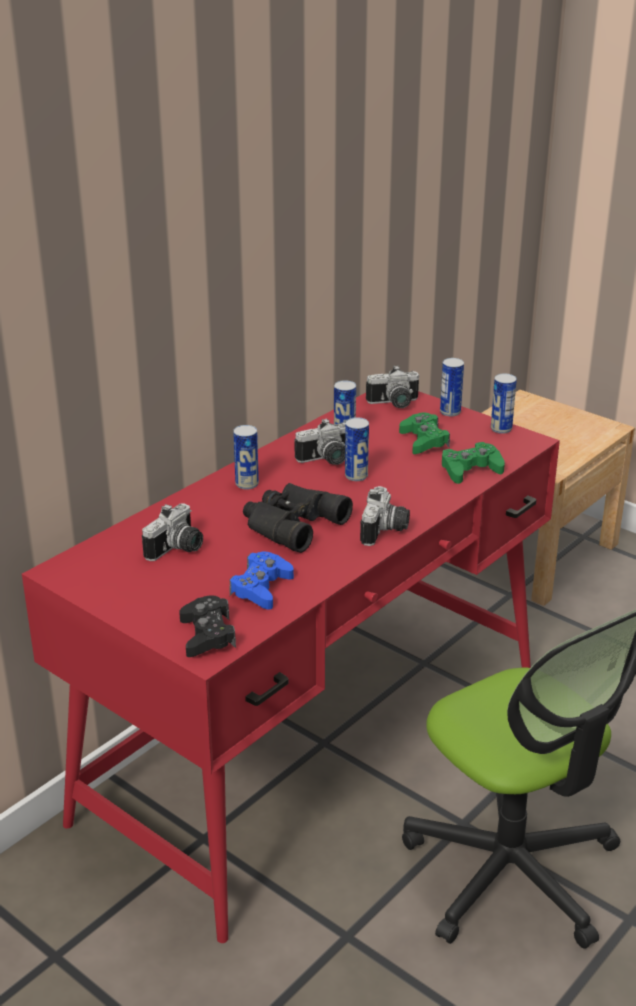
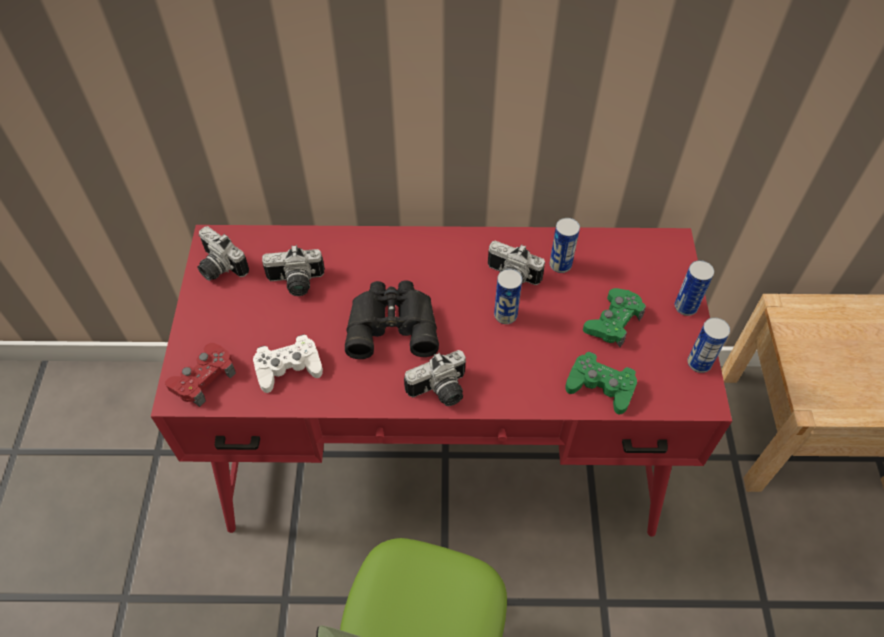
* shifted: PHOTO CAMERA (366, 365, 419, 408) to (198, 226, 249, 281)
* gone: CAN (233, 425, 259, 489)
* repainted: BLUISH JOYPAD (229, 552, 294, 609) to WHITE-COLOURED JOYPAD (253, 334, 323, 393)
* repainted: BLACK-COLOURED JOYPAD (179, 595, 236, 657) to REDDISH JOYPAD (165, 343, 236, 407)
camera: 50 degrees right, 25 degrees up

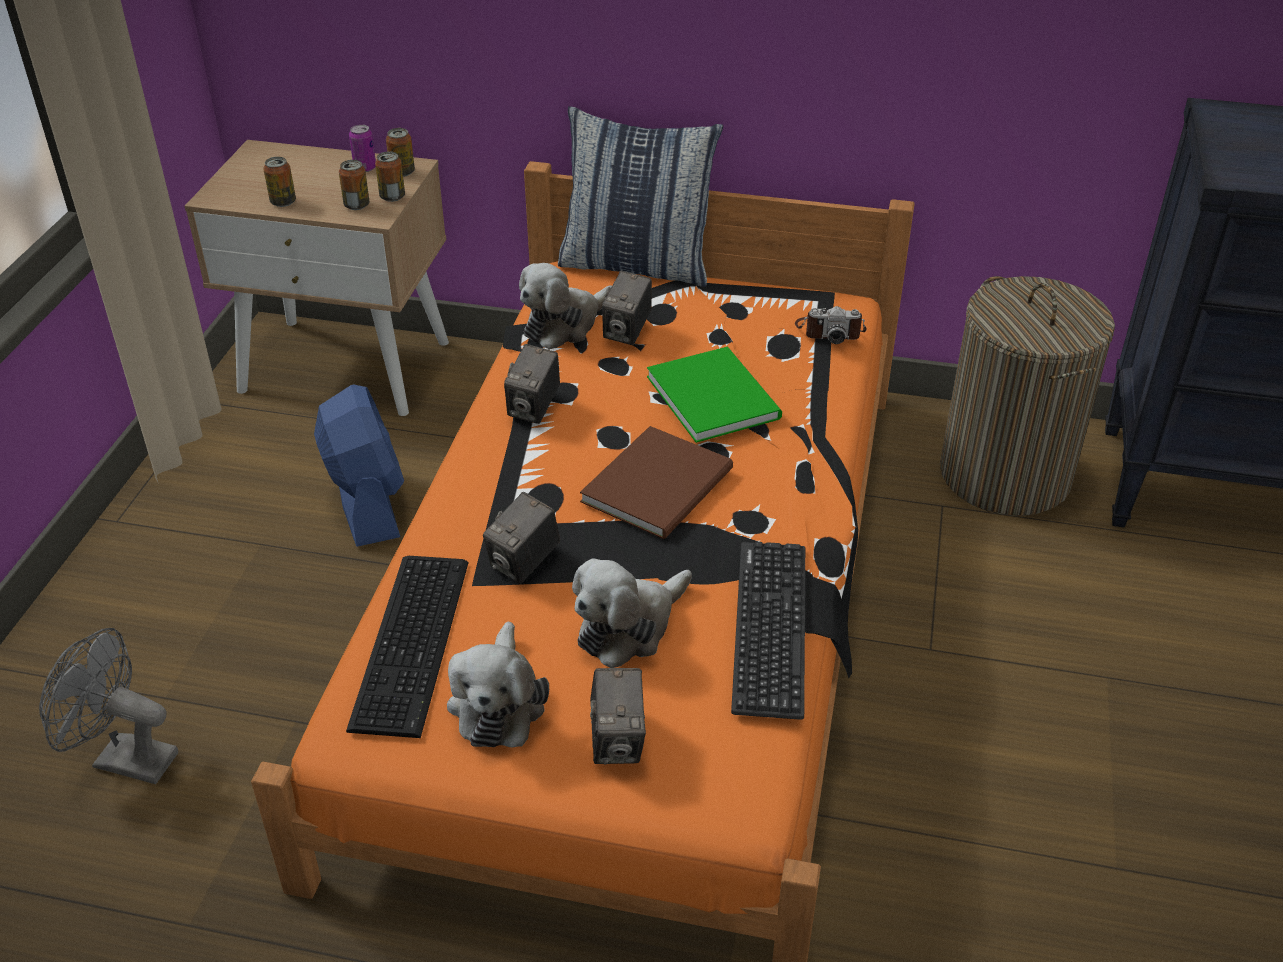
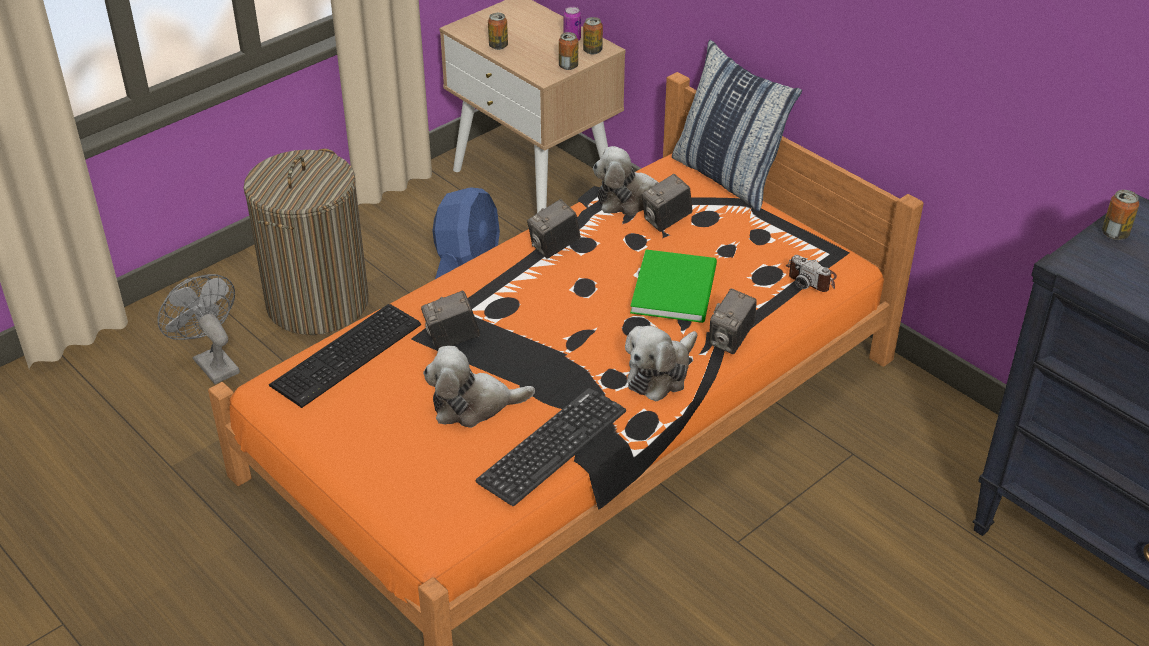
* shifted: CAN (339, 160, 369, 210) to (1102, 190, 1139, 240)
* shifted: HAMPER (940, 276, 1115, 516) to (243, 149, 368, 335)
* gone: BROWN-COLOURED BOOK (580, 426, 733, 539)
* shifted: SOFT TOY (447, 622, 549, 748) to (625, 326, 697, 401)
* shifted: PHOTO CAMERA (590, 668, 646, 765) to (709, 288, 757, 354)
camera: 35 degrees right, 0 degrees up

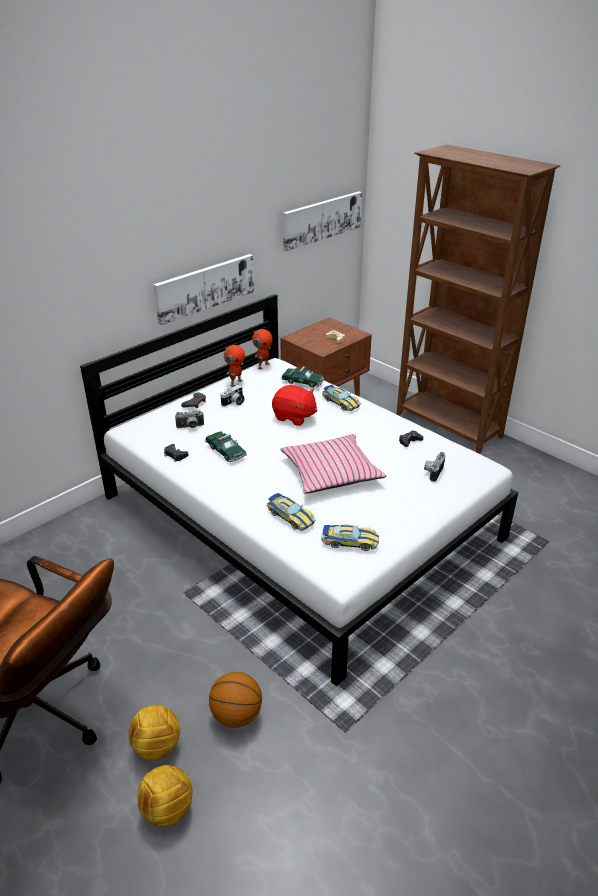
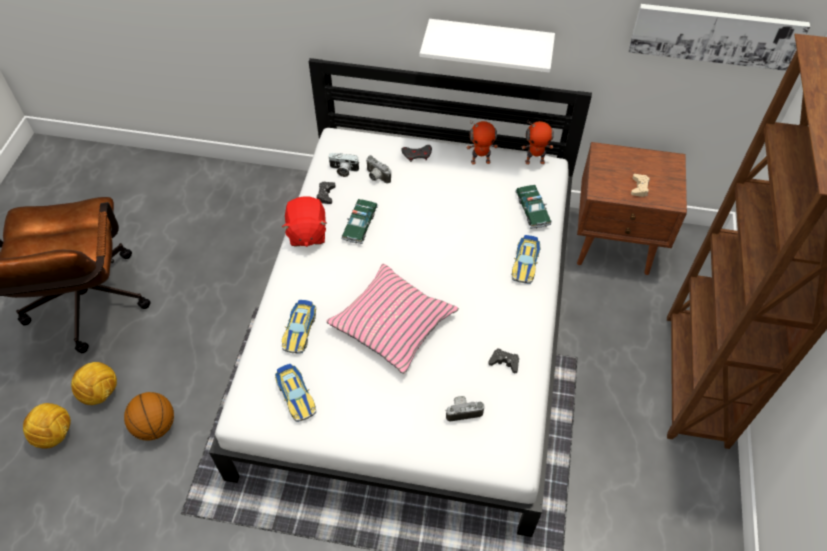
* swapped: WALL PICTURE (153, 254, 254, 325) to WHITE-COLOURED BRACKET SHELF (420, 19, 555, 73)
* shifted: PHOTO CAMERA (221, 385, 245, 406) to (328, 153, 359, 177)
* shifted: REDDISH SOFT TOY (272, 385, 317, 426) to (282, 197, 327, 247)
camera: 55 degrees right, 20 degrees up

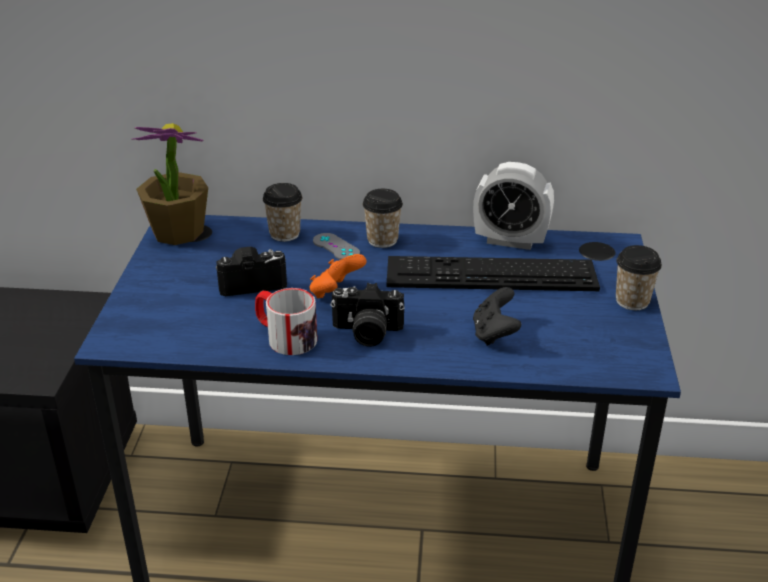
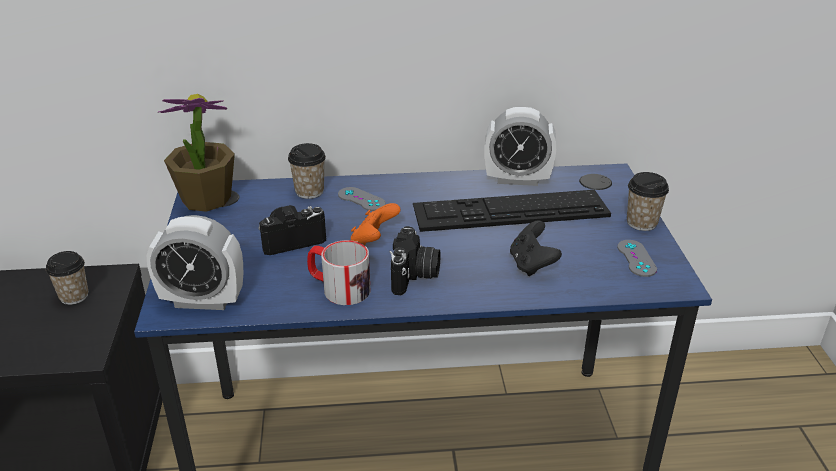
* shifted: SMALL CUP (363, 189, 403, 248) to (46, 251, 88, 305)
* rotated: PHOTO CAMERA (330, 283, 405, 347) = (389, 226, 441, 295) 75 degrees counterclockwise
* new: BEDSIDE CLOCK (146, 215, 243, 310)
* new: GREYISH JOYPAD (617, 240, 657, 277)
camera: 10 degrees left, 0 degrees up

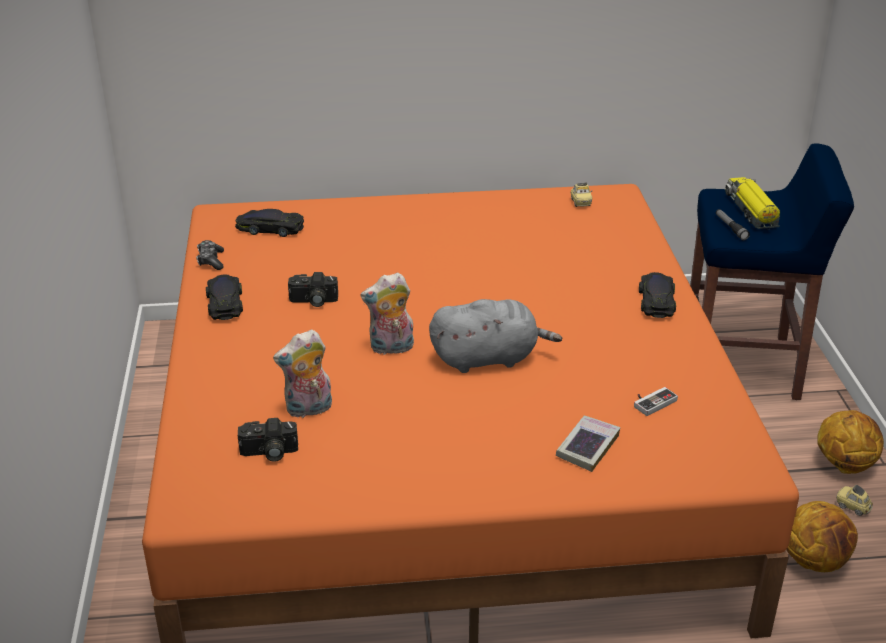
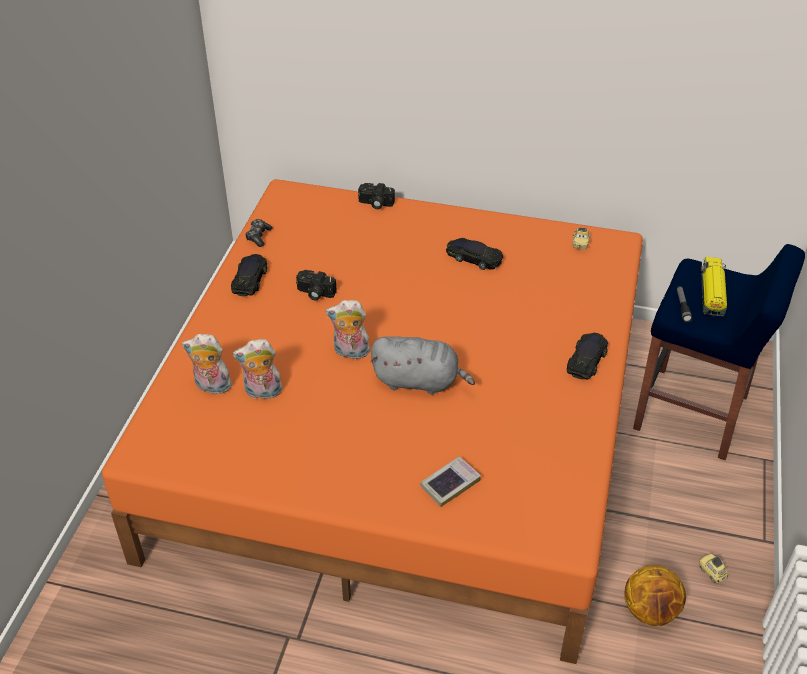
* shifted: BLACK-COLOURED MINIATURE CAR (235, 209, 304, 237) to (446, 238, 503, 270)
* gone: JOYPAD (634, 387, 678, 416)
* gone: BASKETBALL BALL (817, 410, 884, 474)
* shifted: PHOTO CAMERA (237, 418, 298, 462) to (358, 183, 395, 209)
* new: SOFT TOY (182, 334, 232, 394)
camera: 20 degrees right, 10 degrees up

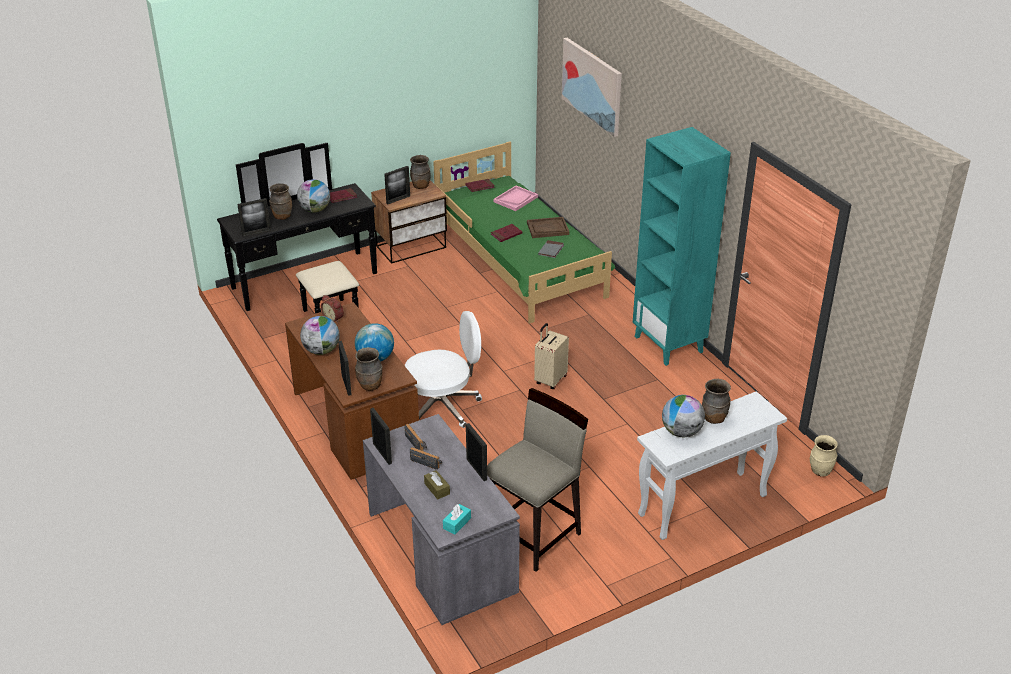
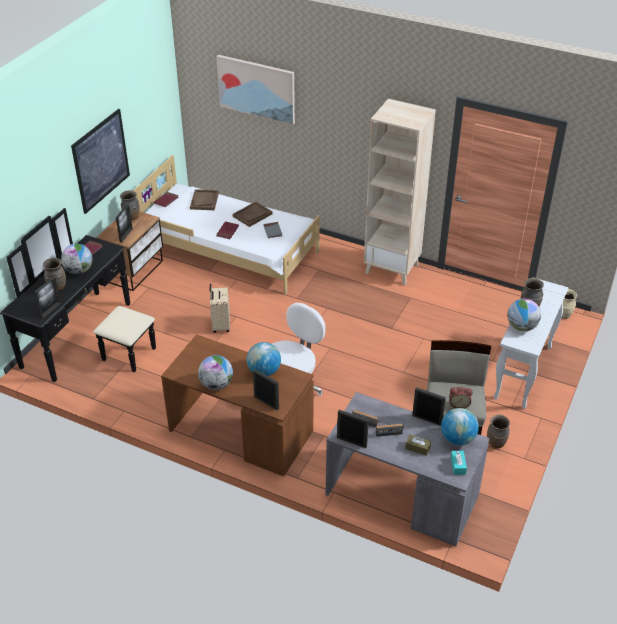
* repainted: TURQUOISE-COLOURED SHELVING UNIT (633, 127, 731, 366) to BEIGE SHELVING UNIT (364, 99, 436, 286)
* repainted: GREEN SLEEPING BED (433, 141, 615, 324) to WHITE-COLOURED SLEEPING BED (132, 155, 320, 295)
* repainted: PINK CARRYING TRAY (493, 185, 538, 211) to BROWN-COLOURED CARRYING TRAY (190, 189, 219, 210)
* shifted: BEDSIDE CLOCK (321, 295, 344, 323) to (450, 387, 473, 409)
* shifted: BEIGE PIECE OF LUGGAGE (534, 323, 569, 389) to (210, 284, 230, 333)
* shifted: BROWN-COLOURED DECORATIVE VASE (355, 347, 382, 391) to (487, 414, 510, 448)
* new: WALL PICTURE (71, 109, 130, 214)
* new: WORLD GLOBE (441, 408, 479, 445)
camera: 35 degrees left, 5 degrees up

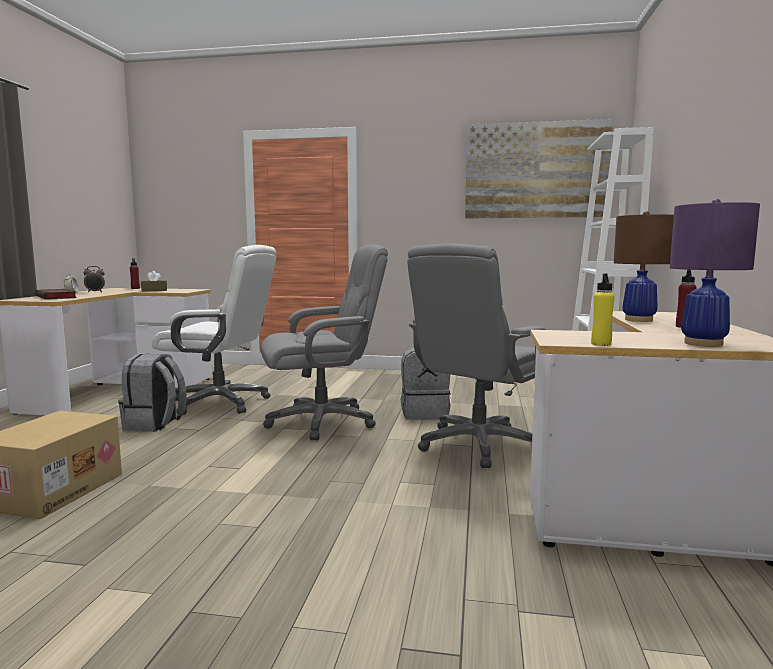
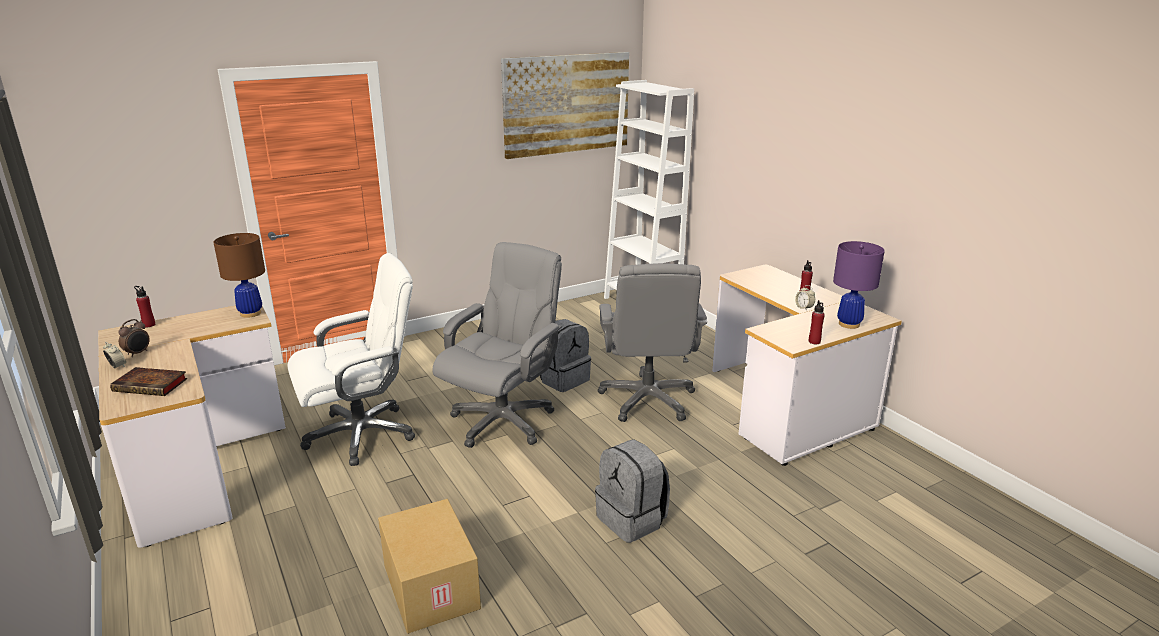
* shifted: BROWN-COLOURED LAMP FOR A TABLE (614, 211, 674, 322) to (213, 233, 265, 318)
* gone: BROWN-COLOURED TISSUE BOX (141, 271, 167, 291)
* repainted: YELLOW BEVERAGE BOTTLE (591, 273, 615, 346) to REDDISH BEVERAGE BOTTLE (809, 300, 825, 344)
* shifted: GREYISH BACKPACK (118, 354, 187, 432) to (595, 439, 670, 543)
* new: BEDSIDE CLOCK (795, 285, 815, 311)
camera: 40 degrees left, 15 degrees up

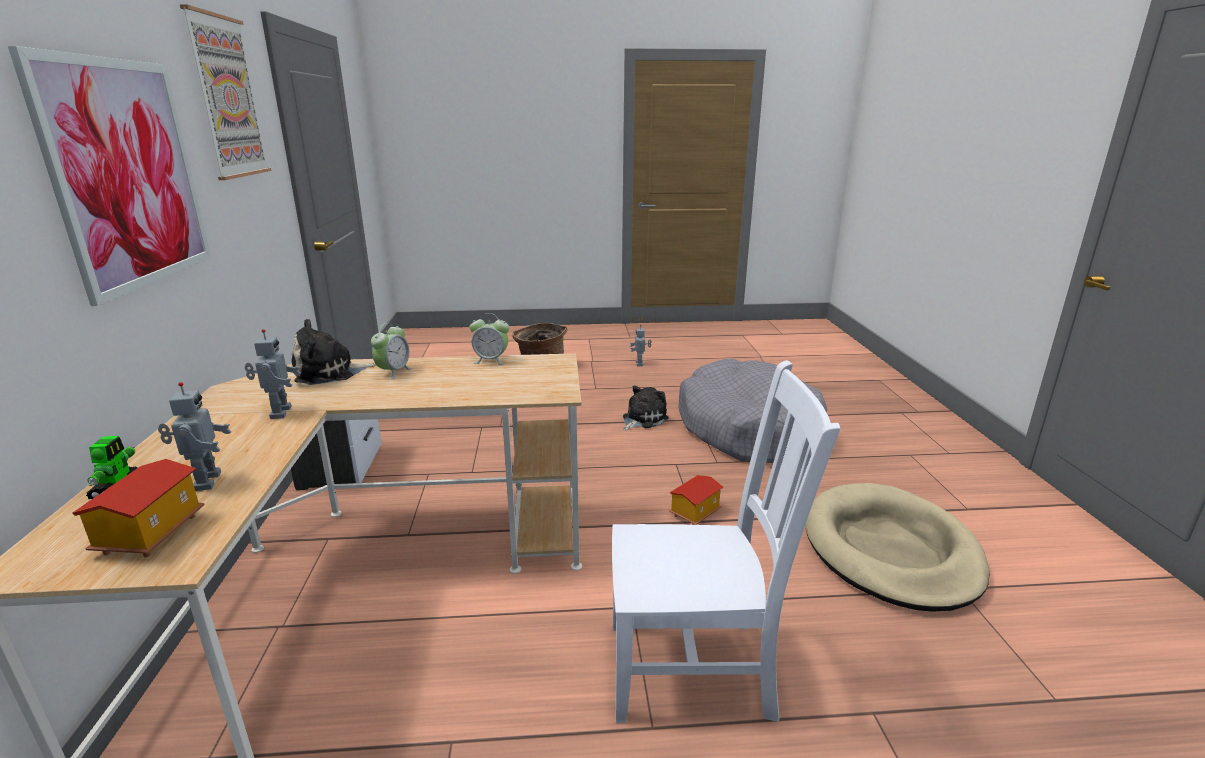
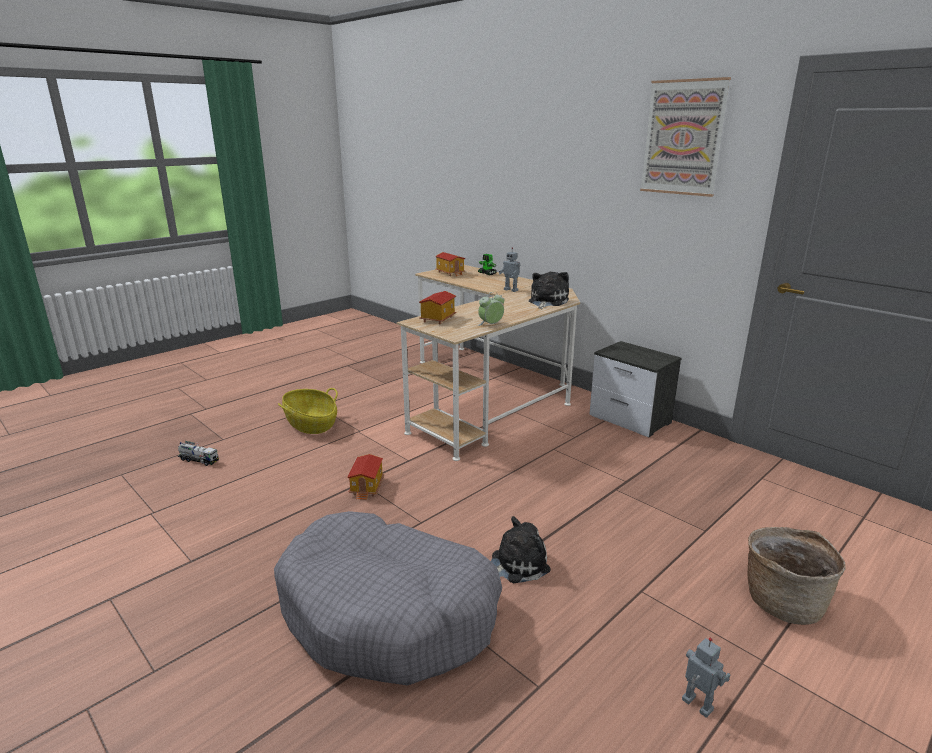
* gone: WALL PICTURE (8, 46, 211, 306)
* gone: BEDSIDE CLOCK (371, 323, 412, 380)
* swapped: WHITE-COLOURED CHAIR (612, 360, 840, 723) to STORAGE BASKET (278, 388, 338, 434)
* gone: ROBOT FIGURE (158, 382, 232, 491)
* rotated: SOFT TOY (623, 386, 669, 430) = (491, 516, 551, 583) 120 degrees counterclockwise
* gone: BEIGE PET BED (805, 483, 990, 612)
* new: TOY HOUSE (419, 291, 456, 324)
* new: TOY TRUCK (178, 441, 219, 466)
camera: 140 degrees right, 0 degrees up

